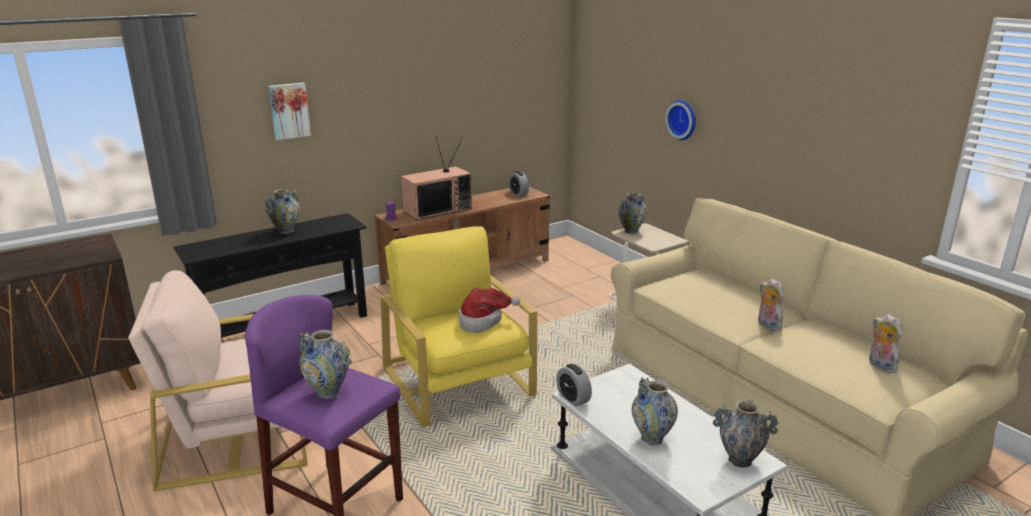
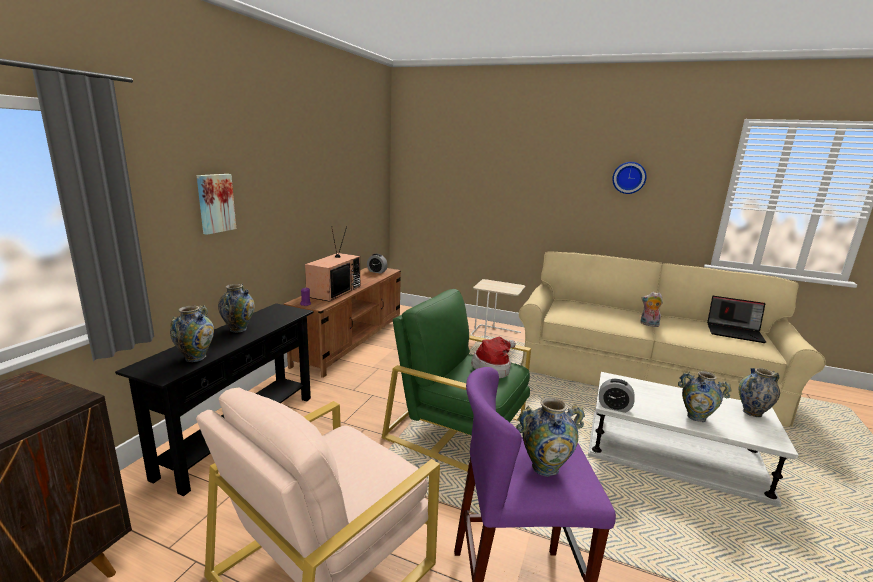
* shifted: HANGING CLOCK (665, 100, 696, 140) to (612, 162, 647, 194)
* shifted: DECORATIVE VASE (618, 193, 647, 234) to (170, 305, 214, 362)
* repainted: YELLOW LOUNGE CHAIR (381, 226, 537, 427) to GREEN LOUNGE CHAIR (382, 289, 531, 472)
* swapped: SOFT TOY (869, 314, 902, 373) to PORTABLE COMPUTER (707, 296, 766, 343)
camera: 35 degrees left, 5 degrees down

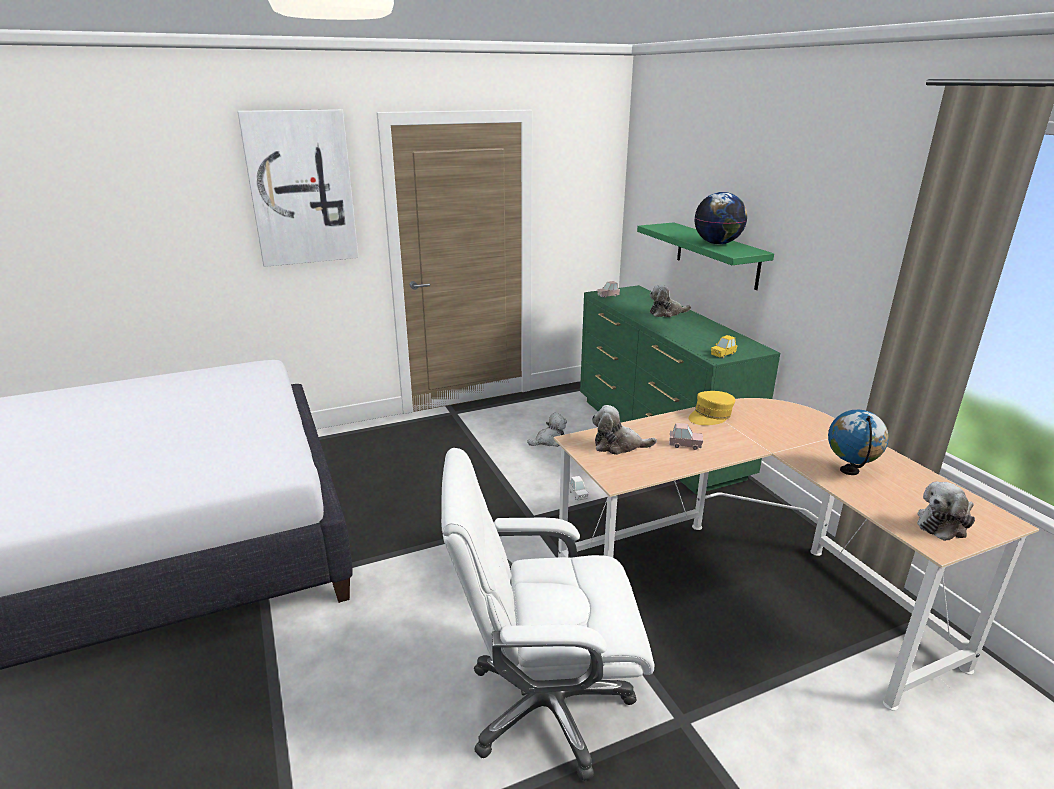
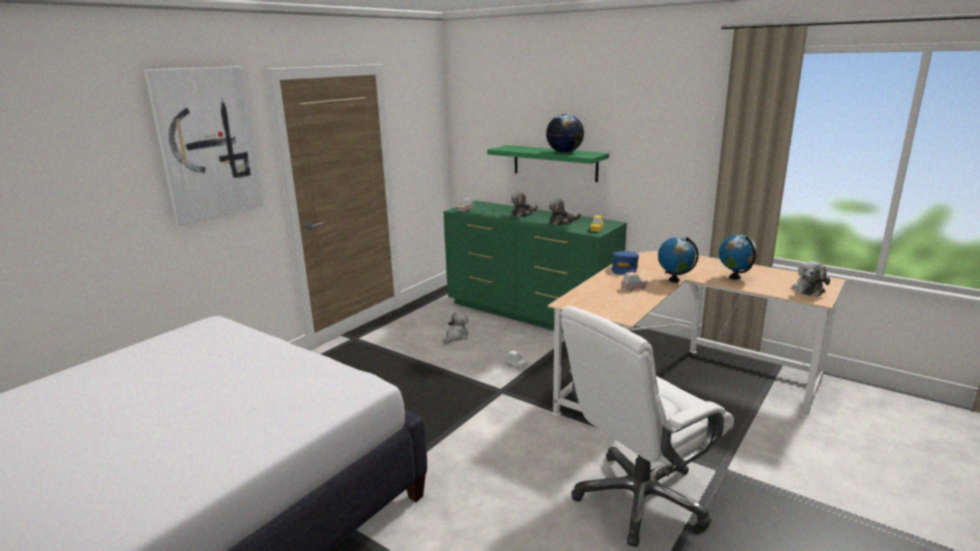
* repainted: YELLOW PEAKED CAP (689, 391, 735, 425) to BLUISH PEAKED CAP (612, 251, 639, 275)
* shifted: SOFT TOY (592, 405, 657, 455) to (548, 198, 581, 225)
* new: WORLD GLOBE (658, 237, 699, 283)
camera: 30 degrees left, 5 degrees down

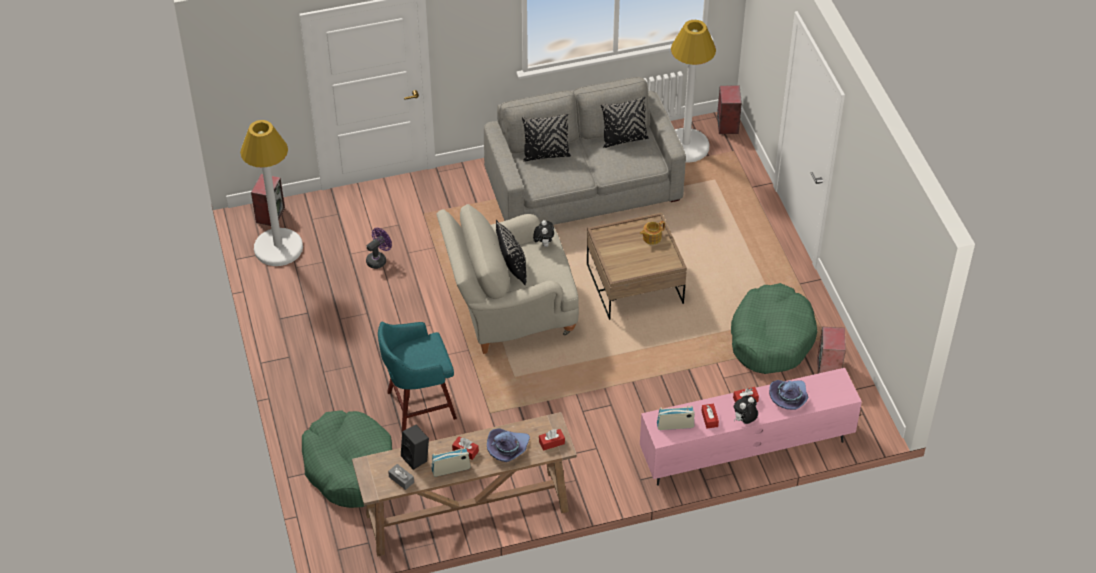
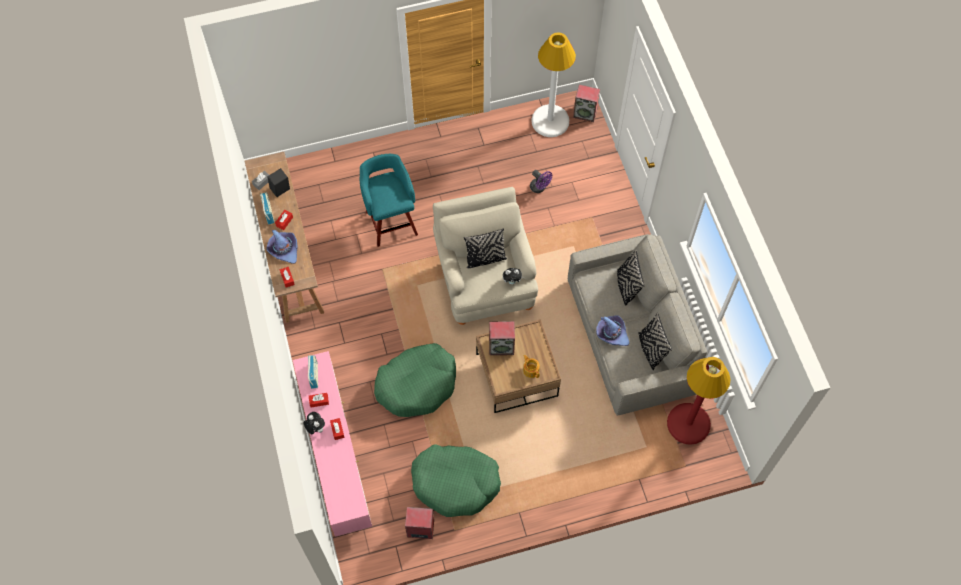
* repainted: WHITE-COLOURED STANDING LAMP (671, 20, 716, 163) to REDDISH STANDING LAMP (667, 357, 731, 445)
* shifted: AUDIO SPEAKER (717, 85, 742, 134) to (489, 321, 515, 355)
* shifted: PURPLE HAT (769, 380, 809, 410) to (596, 315, 630, 346)
* shifted: GREEN PET BED (302, 410, 392, 508) to (374, 343, 456, 417)
camera: 90 degrees right, 15 degrees up

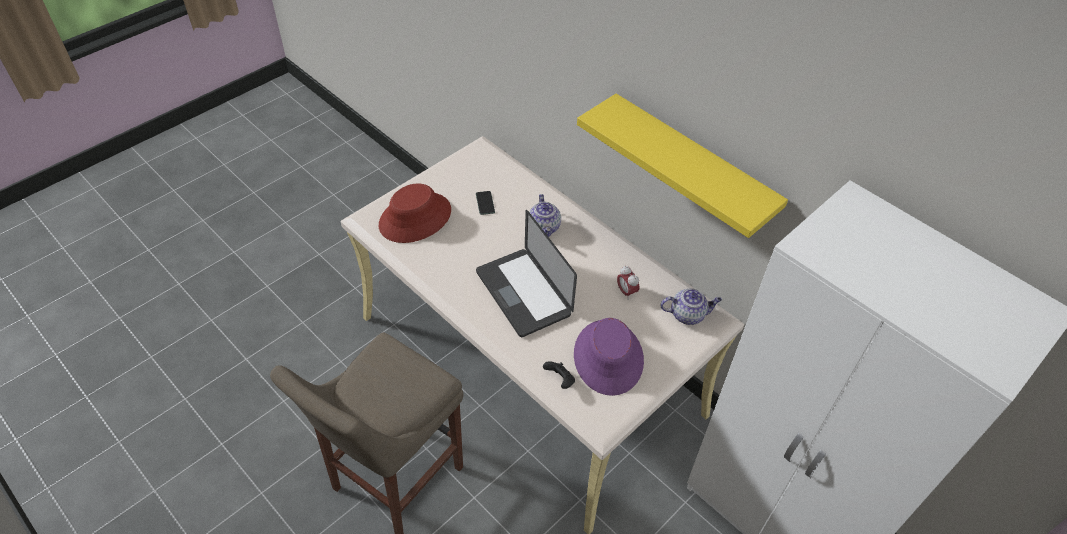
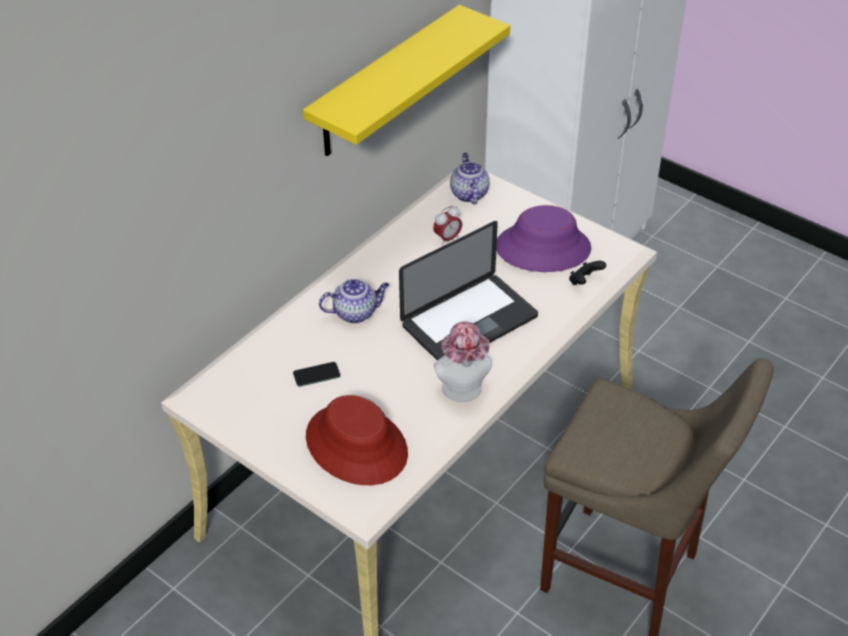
* new: HAT (434, 321, 492, 402)
camera: 95 degrees left, 5 degrees down

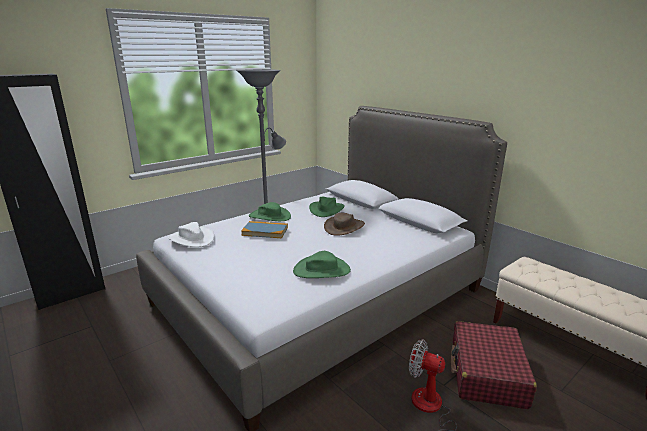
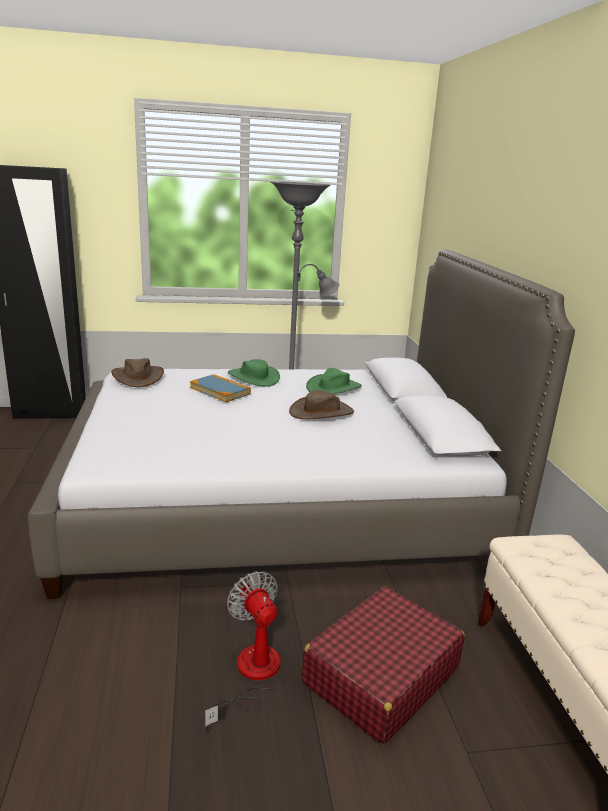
* repainted: WHITE-COLOURED HAT (168, 222, 214, 247) to BROWN-COLOURED HAT (111, 358, 164, 387)
* gone: GREEN HAT (293, 251, 351, 278)
camera: 30 degrees right, 0 degrees up

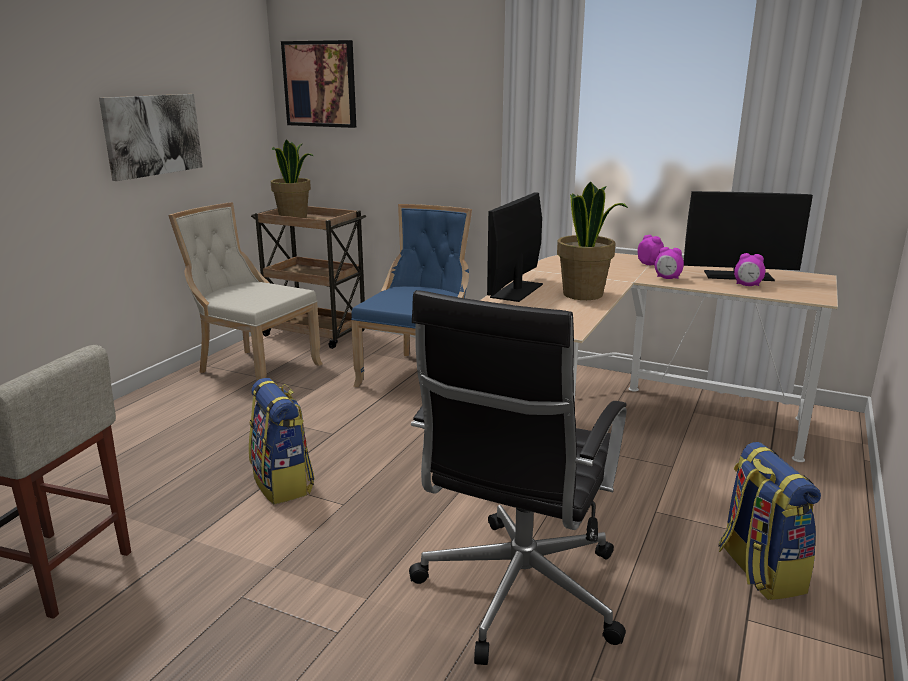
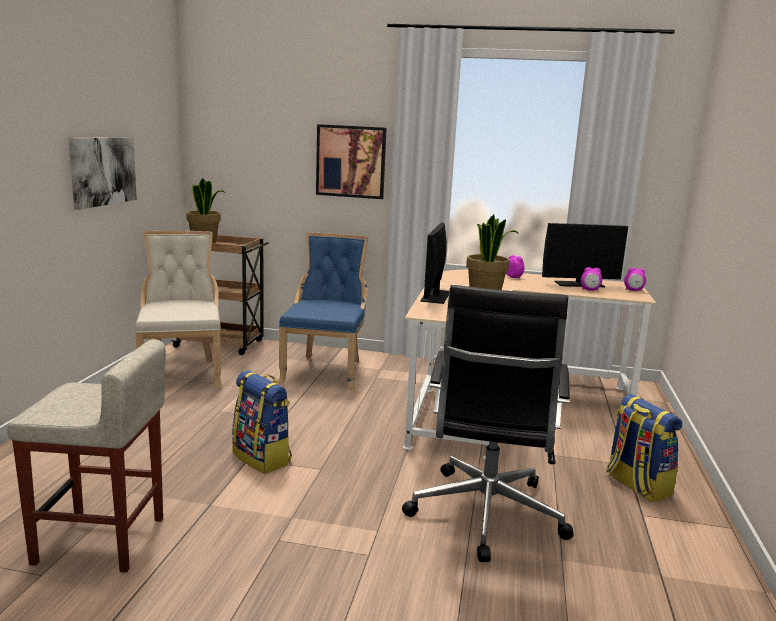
* shifted: WALL PICTURE (281, 40, 356, 128) to (316, 124, 387, 199)
* rotated: BEIGE CHAIR (168, 202, 322, 381) = (135, 231, 222, 389) 60 degrees clockwise
* shifted: BEDSIDE CLOCK (655, 247, 684, 279) to (624, 268, 646, 291)
camera: 15 degrees left, 5 degrees down

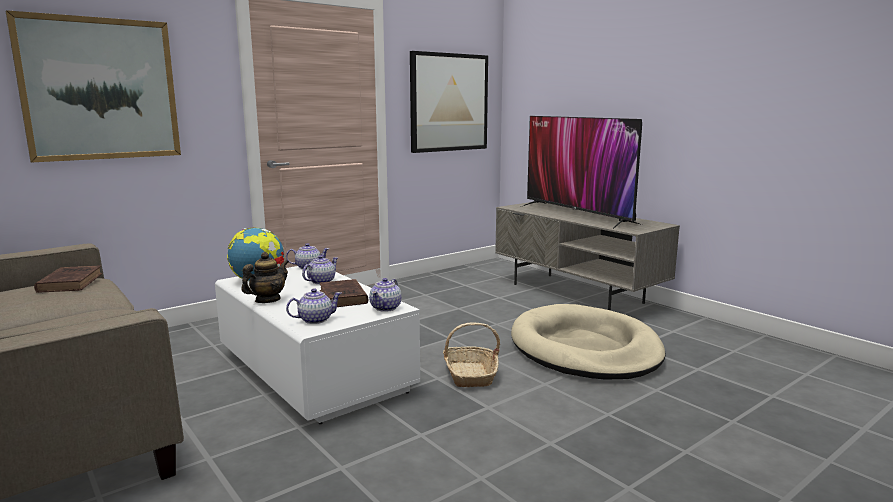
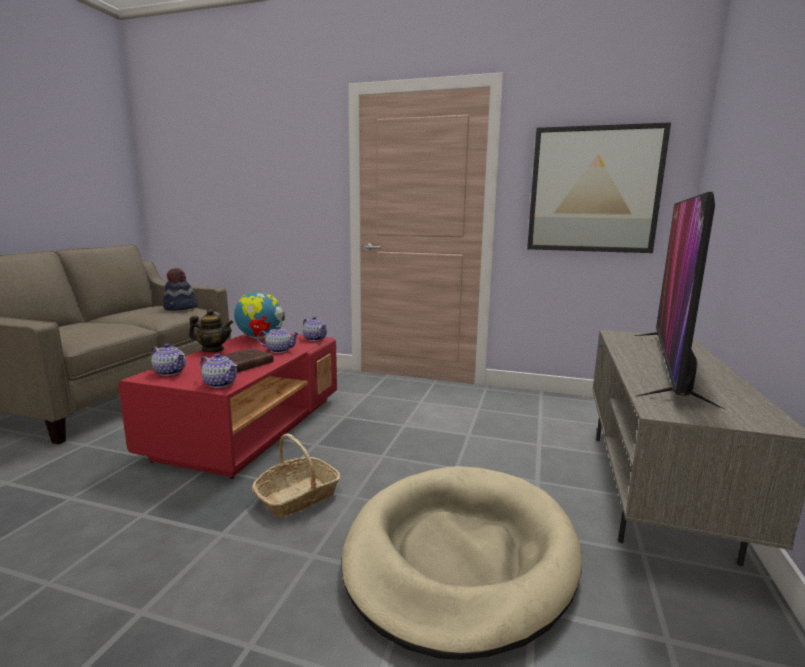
* gone: WALL PICTURE (5, 10, 181, 163)
* swapped: BROWN-COLOURED BOOK (34, 266, 102, 293) to HAT (163, 268, 198, 311)
* repainted: WHITE-COLOURED LOW TABLE (215, 266, 420, 424) to REDDISH LOW TABLE (118, 334, 337, 479)
* rotated: TEAPOT (369, 278, 401, 312) = (200, 353, 238, 388) 135 degrees counterclockwise
camera: 55 degrees right, 0 degrees up

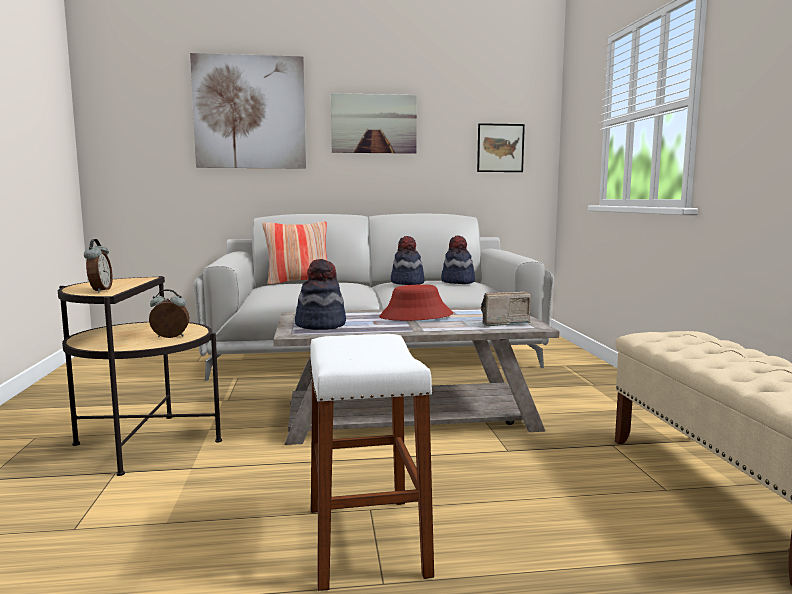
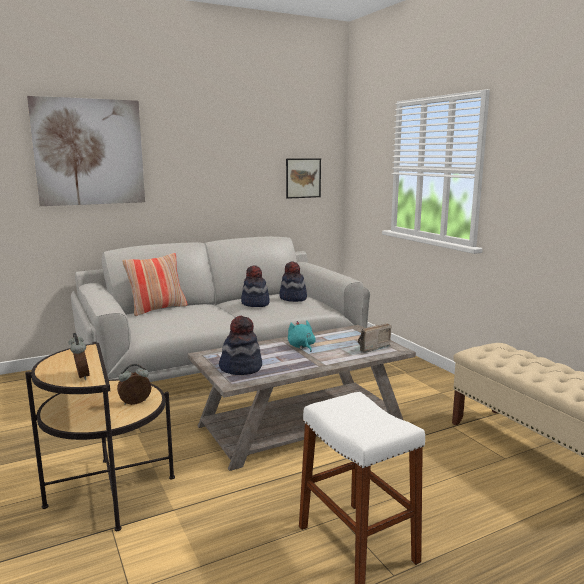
* gone: WALL PICTURE (331, 93, 417, 154)
* swapped: REDDISH HAT (379, 284, 453, 321) to TURQUOISE-COLOURED SOFT TOY (288, 320, 316, 352)
camera: 20 degrees left, 5 degrees up

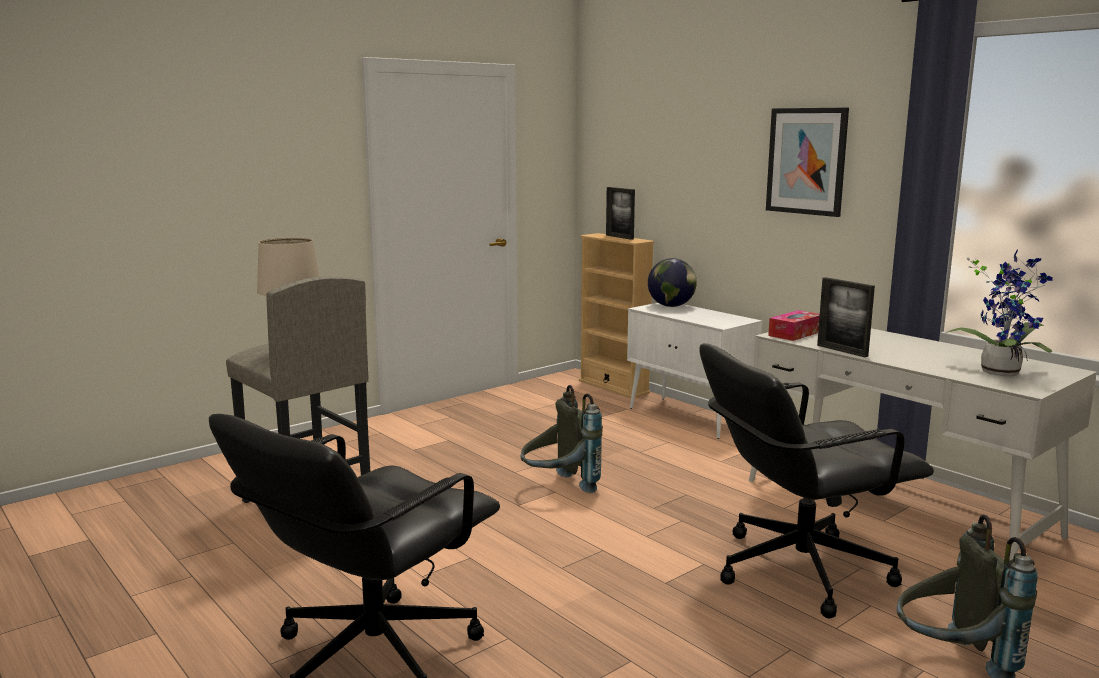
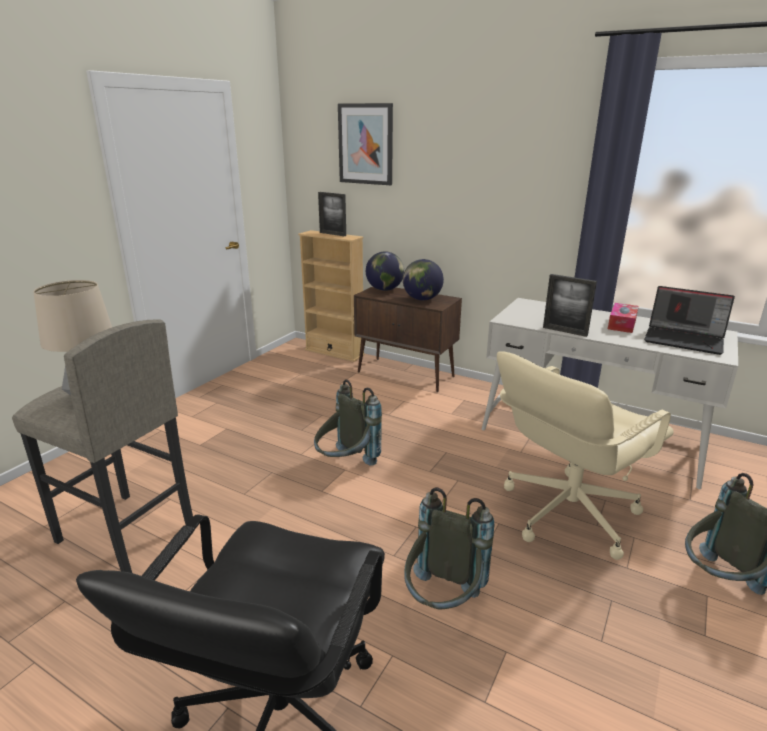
* shifted: WALL PICTURE (766, 108, 849, 217) to (338, 103, 393, 185)
* swapped: HOUSEPLANT (944, 250, 1053, 377) to PORTABLE COMPUTER (644, 286, 735, 355)
* repainted: WHITE-COLOURED CABINET (627, 303, 762, 439) to BROWN-COLOURED CABINET (354, 286, 462, 392)
* shifted: TISSUE BOX (768, 310, 820, 341) to (608, 303, 639, 333)
* repainted: BLACK-COLOURED COMPUTER CHAIR (700, 343, 934, 619) to BEIGE COMPUTER CHAIR (497, 351, 674, 560)
* new: WORLD GLOBE (403, 259, 444, 300)
* new: GREYISH BACKPACK (404, 487, 494, 609)
camera: 20 degrees left, 10 degrees up

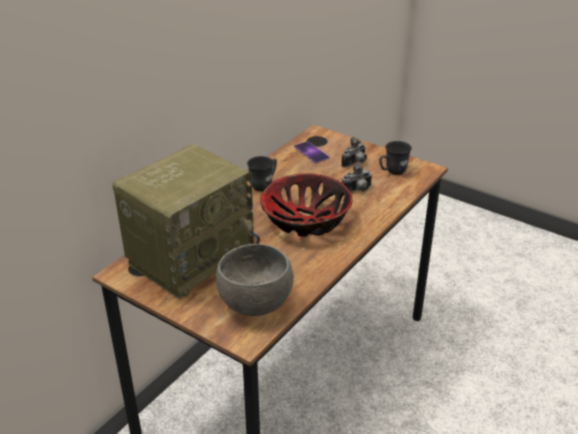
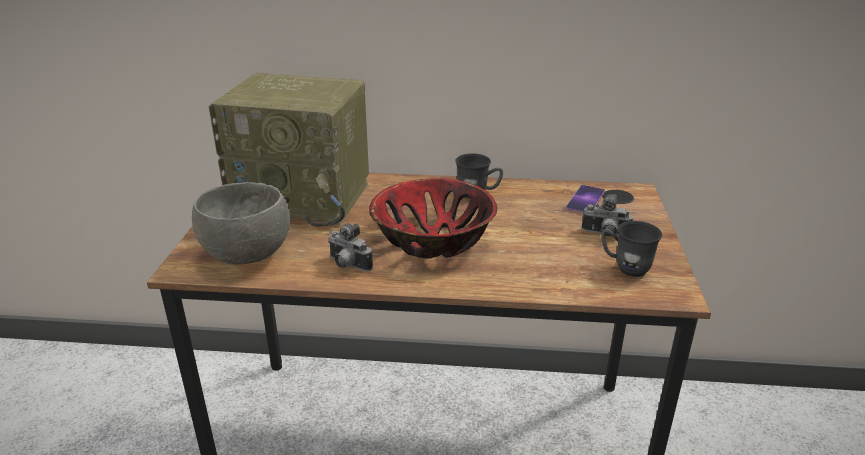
* shifted: PHOTO CAMERA (342, 162, 373, 192) to (328, 223, 373, 271)
camera: 60 degrees right, 5 degrees down

